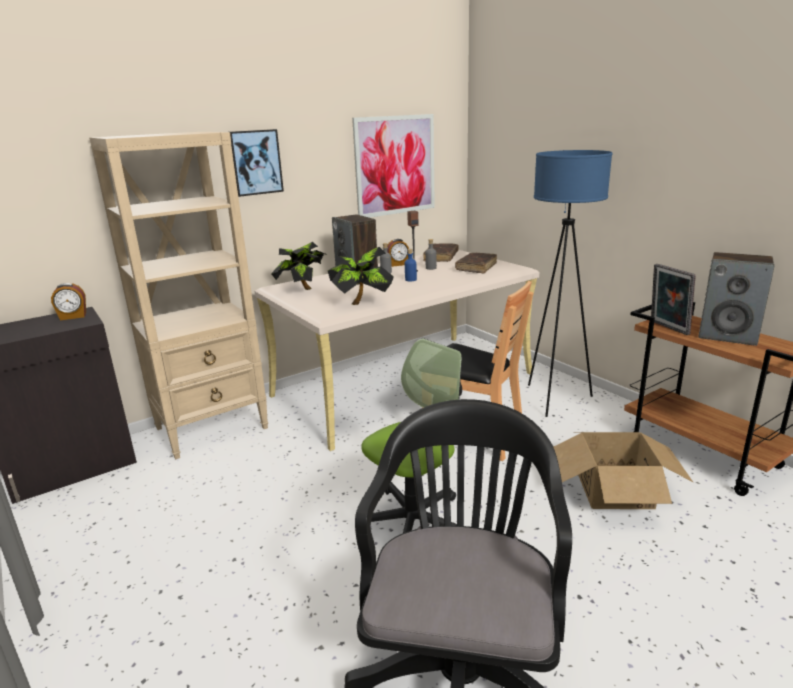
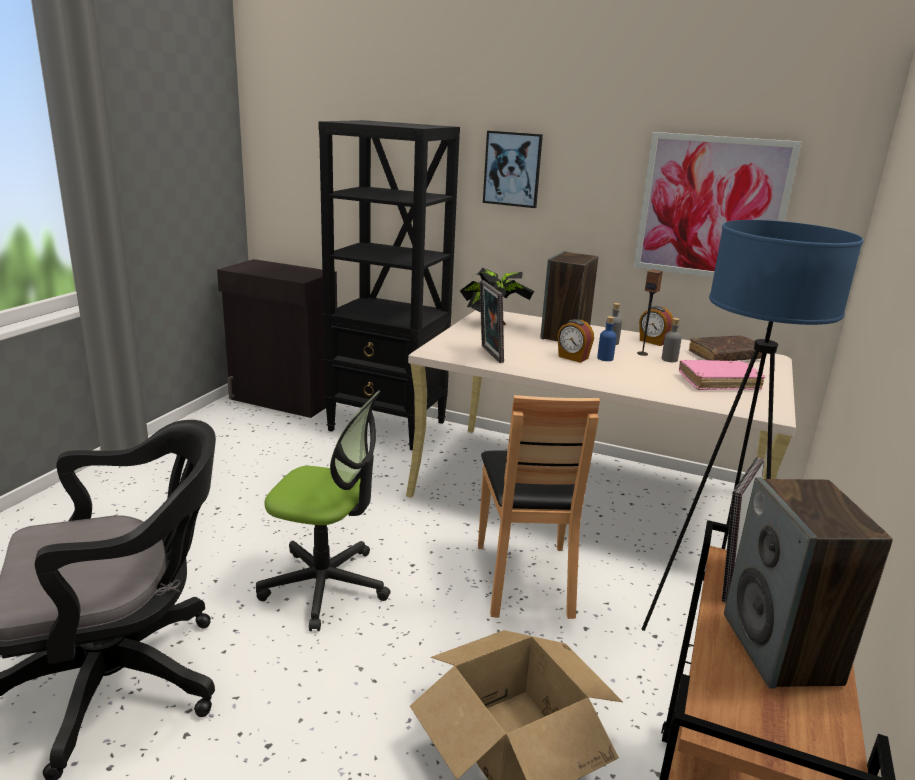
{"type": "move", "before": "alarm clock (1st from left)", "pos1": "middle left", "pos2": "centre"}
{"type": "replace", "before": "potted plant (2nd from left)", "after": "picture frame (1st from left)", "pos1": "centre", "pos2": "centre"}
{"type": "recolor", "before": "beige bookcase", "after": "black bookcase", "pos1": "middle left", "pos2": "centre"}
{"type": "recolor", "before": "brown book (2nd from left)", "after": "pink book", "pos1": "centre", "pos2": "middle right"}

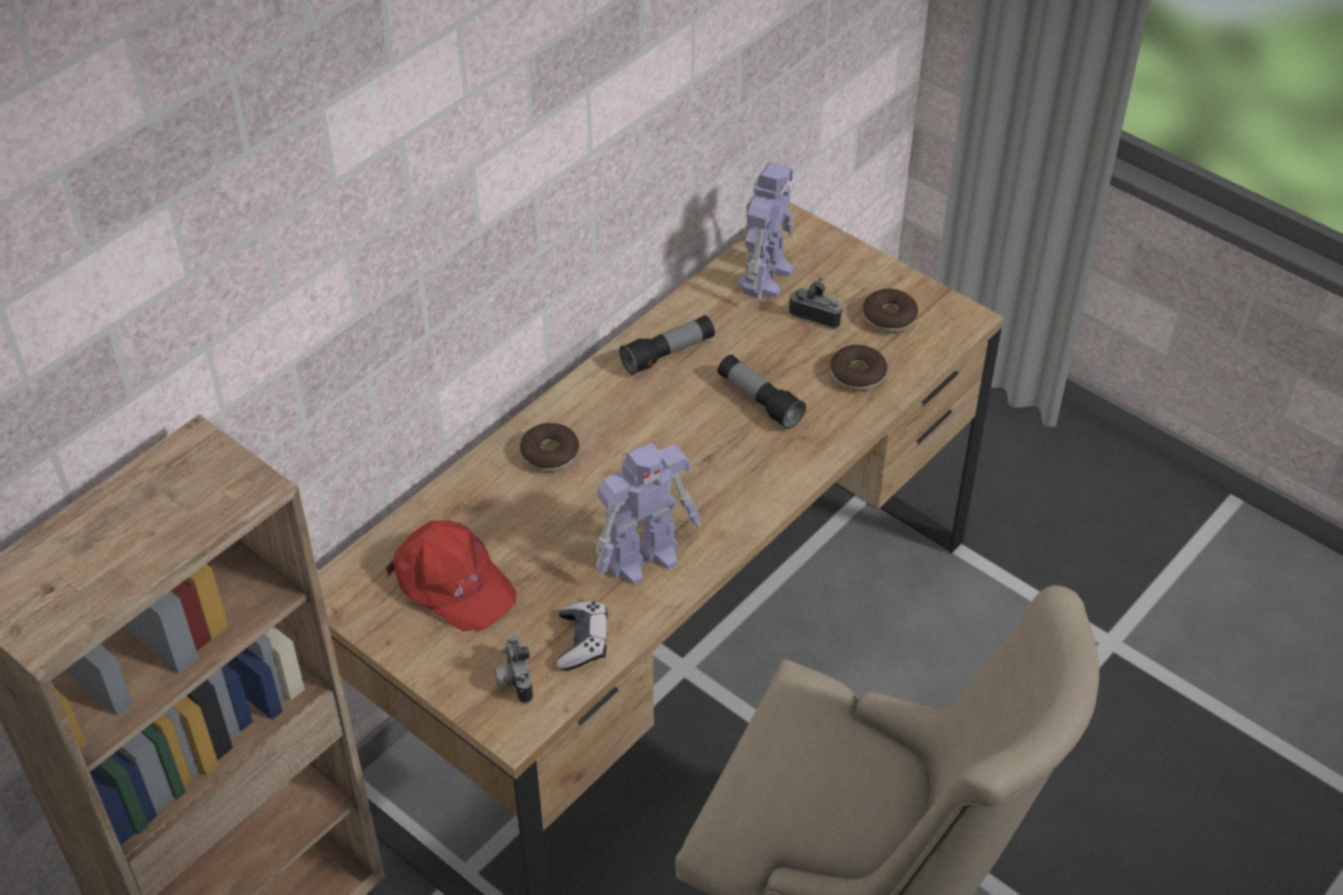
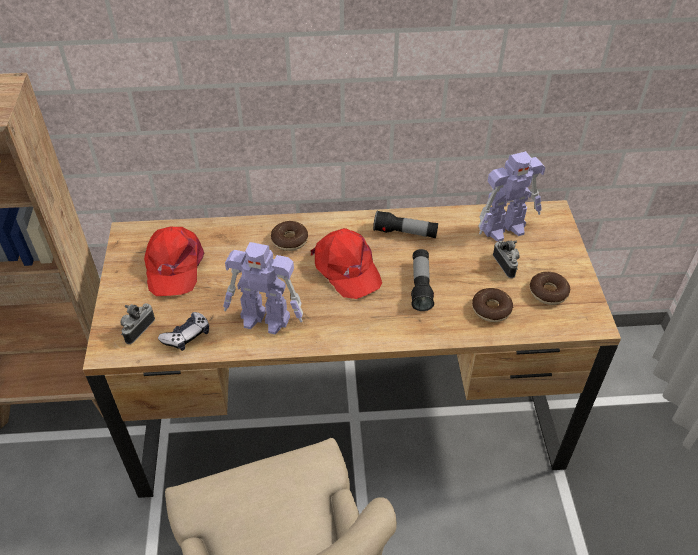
{"type": "insert", "after": "red cap (2nd from left)", "pos2": "centre"}

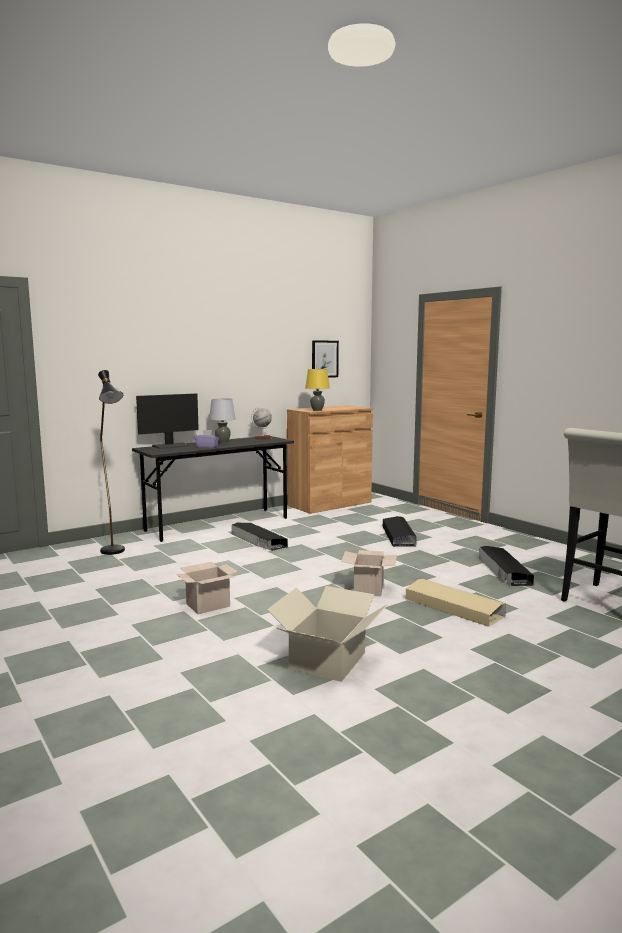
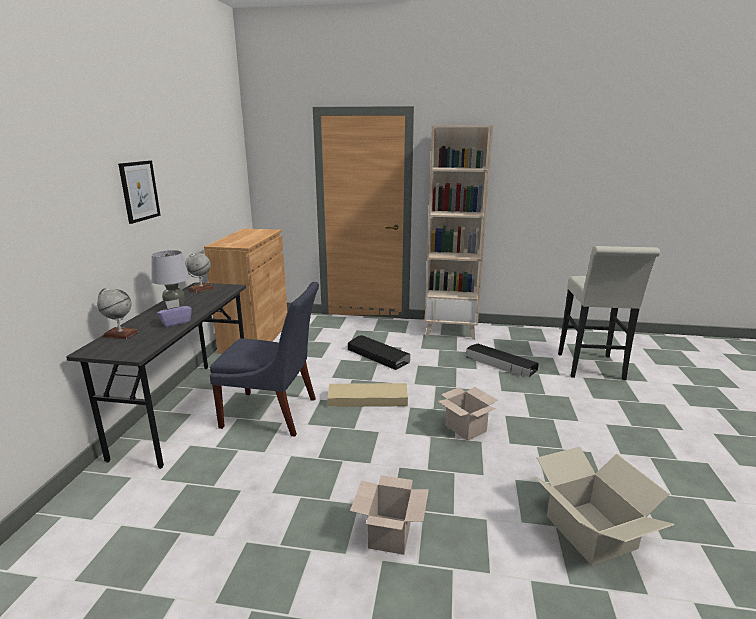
{"type": "delete", "before": "black floor lamp", "pos1": "middle left"}
{"type": "delete", "before": "yellow table lamp", "pos1": "centre"}
{"type": "insert", "after": "beige bookcase", "pos2": "centre"}
{"type": "move", "before": "picture", "pos1": "centre", "pos2": "top left"}
{"type": "move", "before": "beige storage box", "pos1": "middle right", "pos2": "centre"}
{"type": "replace", "before": "monitor", "after": "globe (1st from left)", "pos1": "middle left", "pos2": "middle left"}
{"type": "replace", "before": "black storage box (1st from left)", "after": "blue chair", "pos1": "centre", "pos2": "centre"}

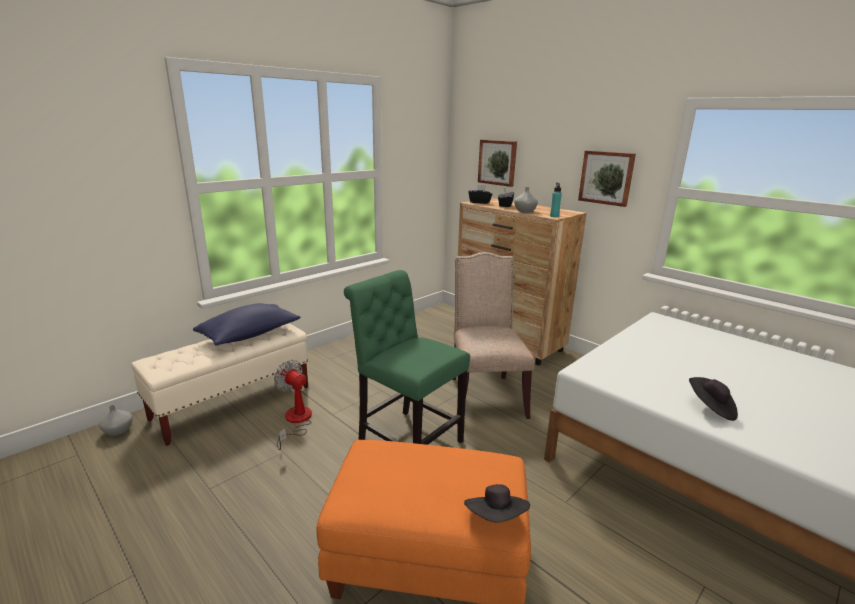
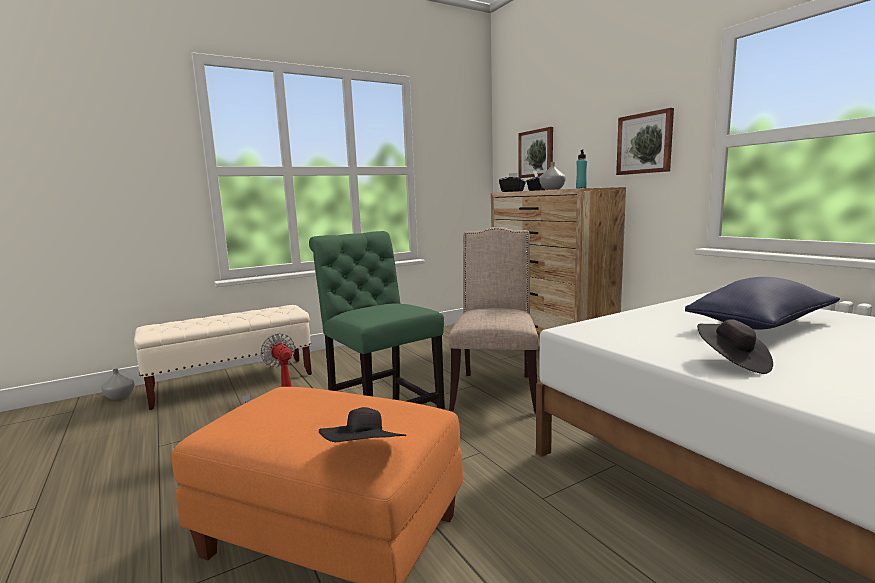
{"type": "move", "before": "blue pillow", "pos1": "middle left", "pos2": "middle right"}

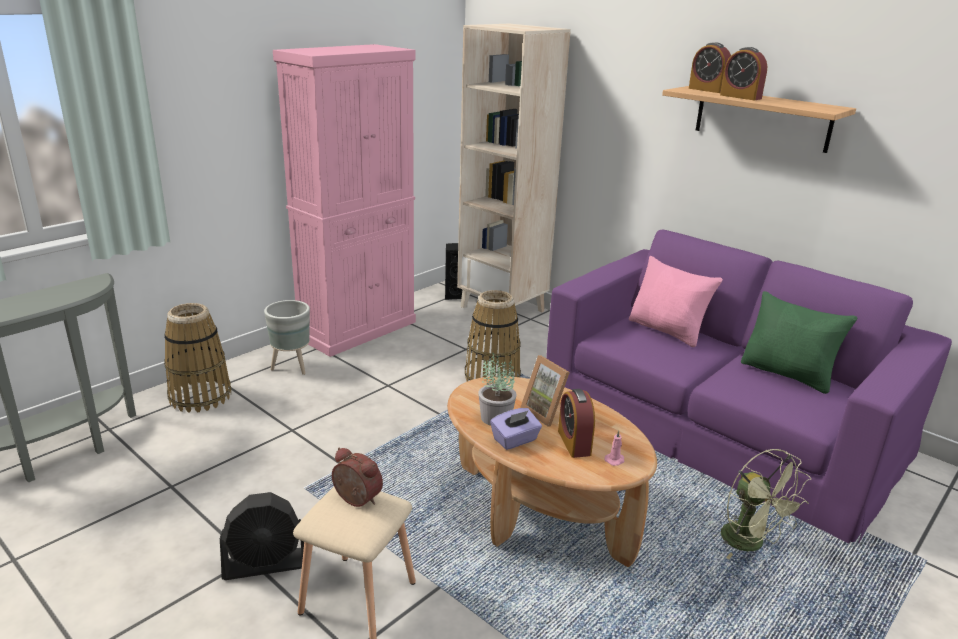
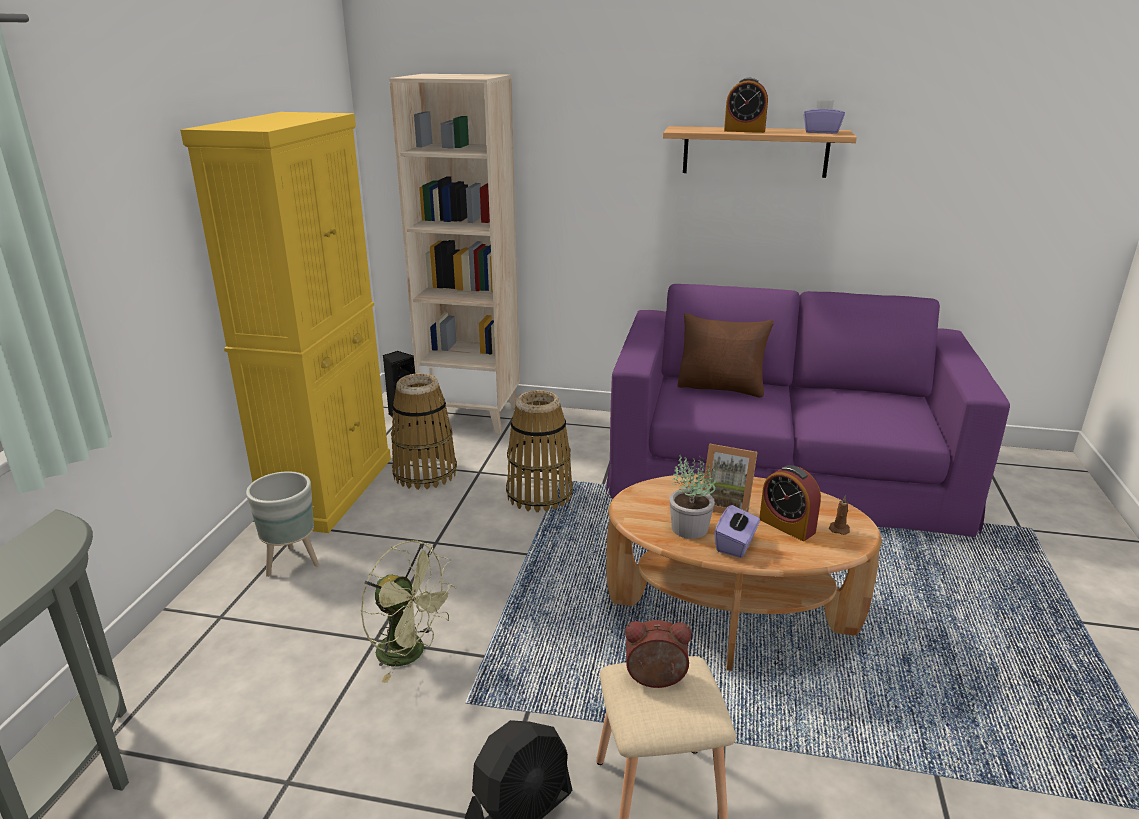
{"type": "delete", "before": "alarm clock (3rd from left)", "pos1": "top right"}
{"type": "delete", "before": "green pillow", "pos1": "middle right"}
{"type": "insert", "after": "purple tissue box (2nd from left)", "pos2": "top right"}
{"type": "move", "before": "basket (1st from left)", "pos1": "middle left", "pos2": "centre"}
{"type": "move", "before": "green fan", "pos1": "bottom right", "pos2": "bottom centre"}
{"type": "recolor", "before": "pink cabinet", "after": "yellow cabinet", "pos1": "top centre", "pos2": "middle left"}
{"type": "recolor", "before": "pink candle", "after": "brown candle", "pos1": "bottom centre", "pos2": "middle right"}
{"type": "recolor", "before": "pink pillow", "after": "brown pillow", "pos1": "middle right", "pos2": "centre"}

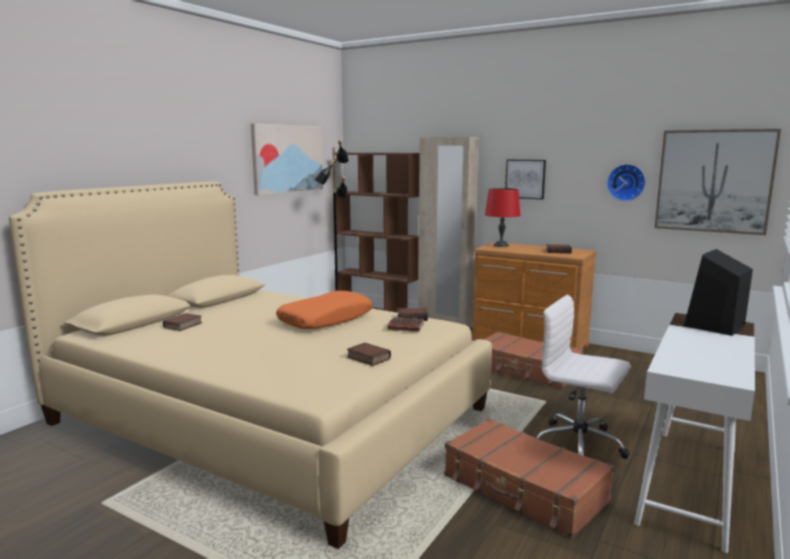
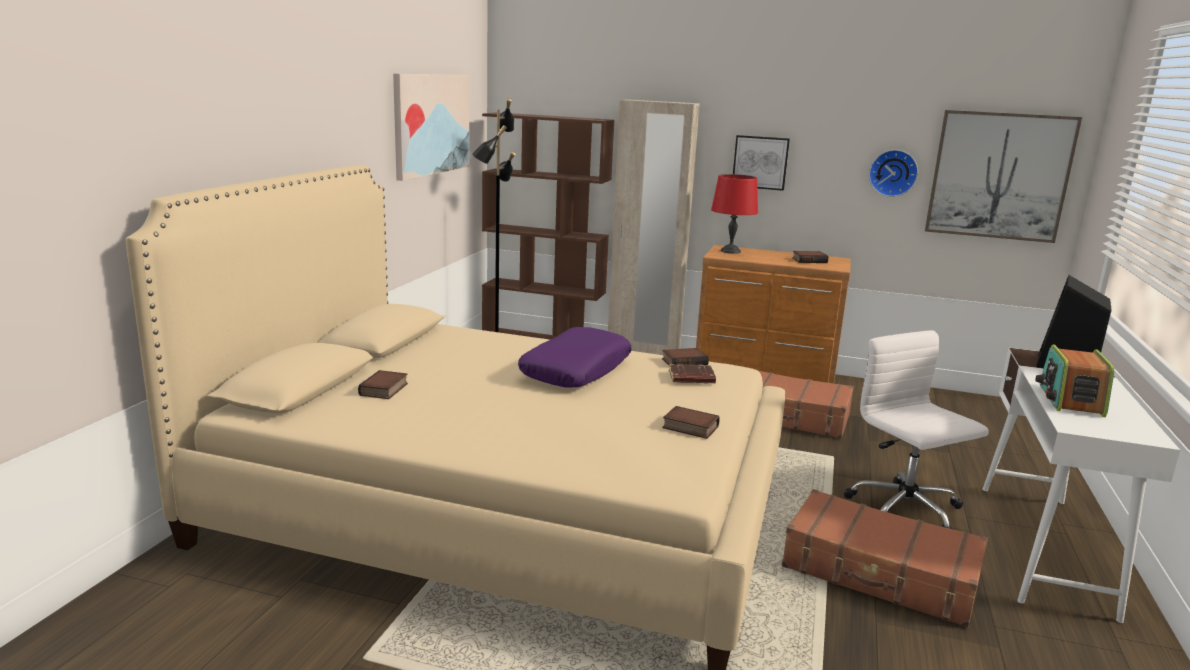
{"type": "insert", "after": "radio", "pos2": "middle right"}
{"type": "recolor", "before": "orange pillow", "after": "purple pillow", "pos1": "centre", "pos2": "centre"}
{"type": "rotate", "before": "white office chair", "pos1": "bottom right", "pos2": "middle right", "turn": 45}

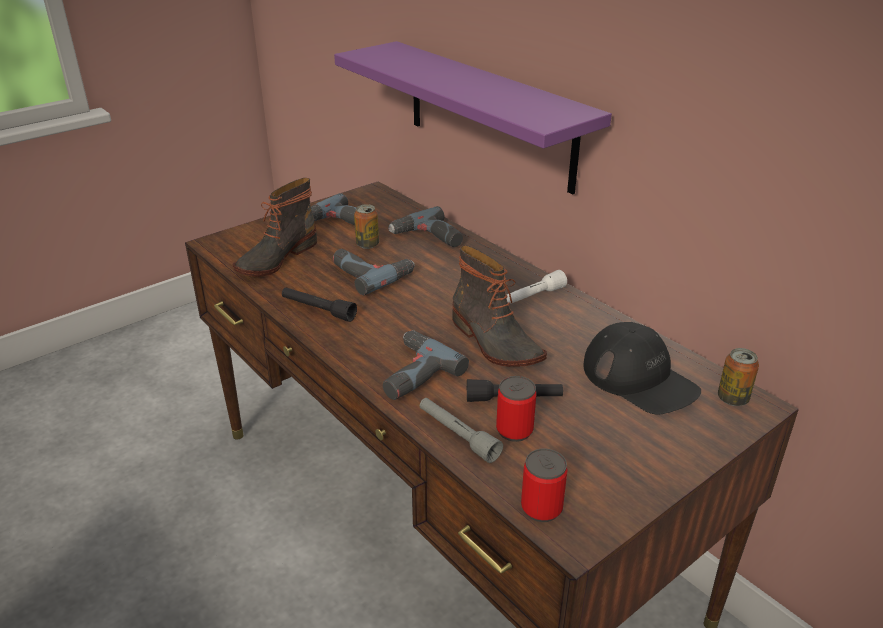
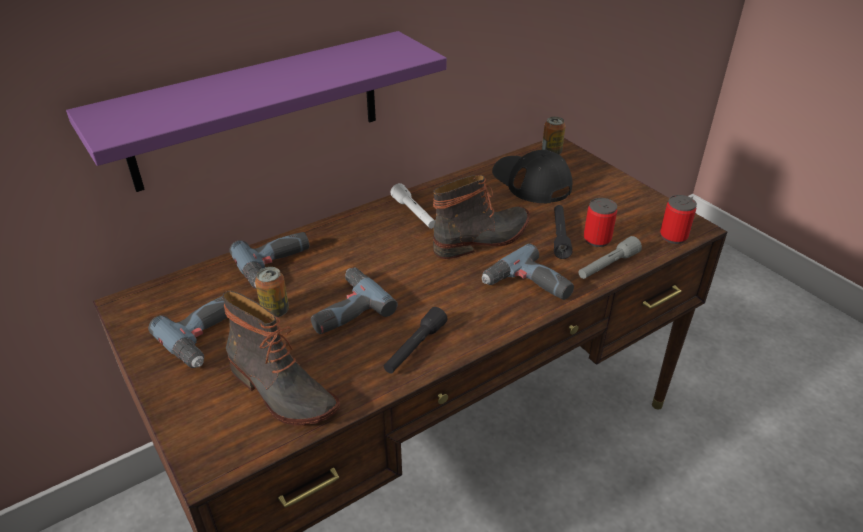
{"type": "rotate", "before": "black cap", "pos1": "middle right", "pos2": "top centre", "turn": -90}

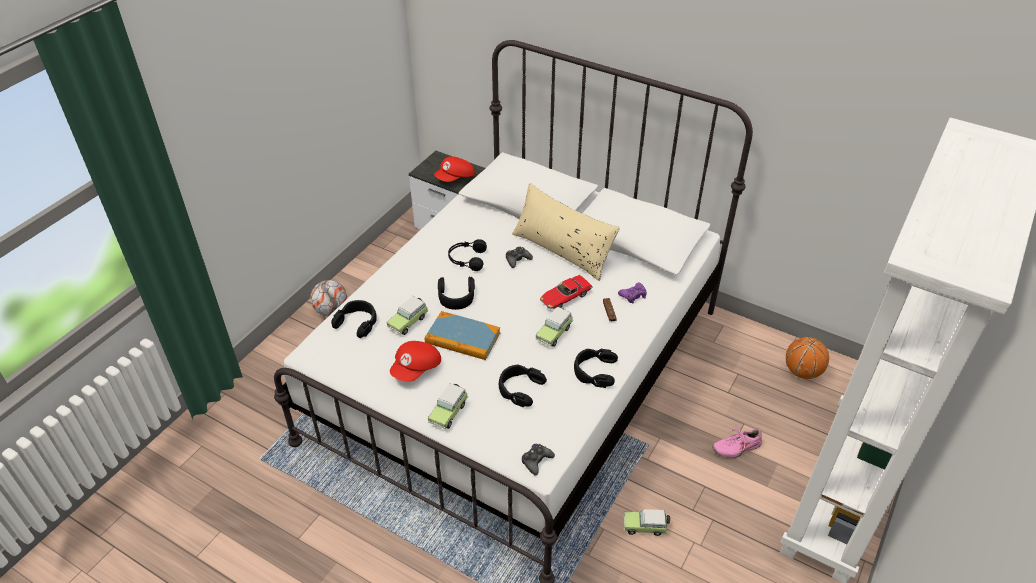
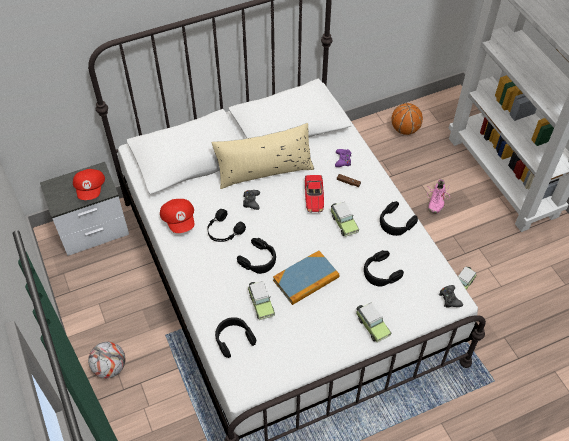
{"type": "move", "before": "red cap (1st from left in the first image)", "after": "red cap (2nd from left)", "pos1": "centre", "pos2": "middle left"}

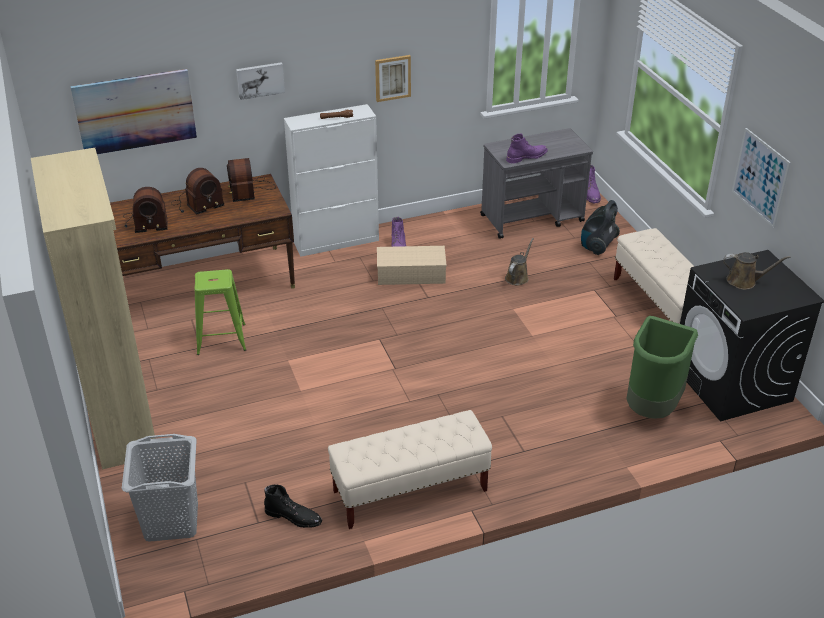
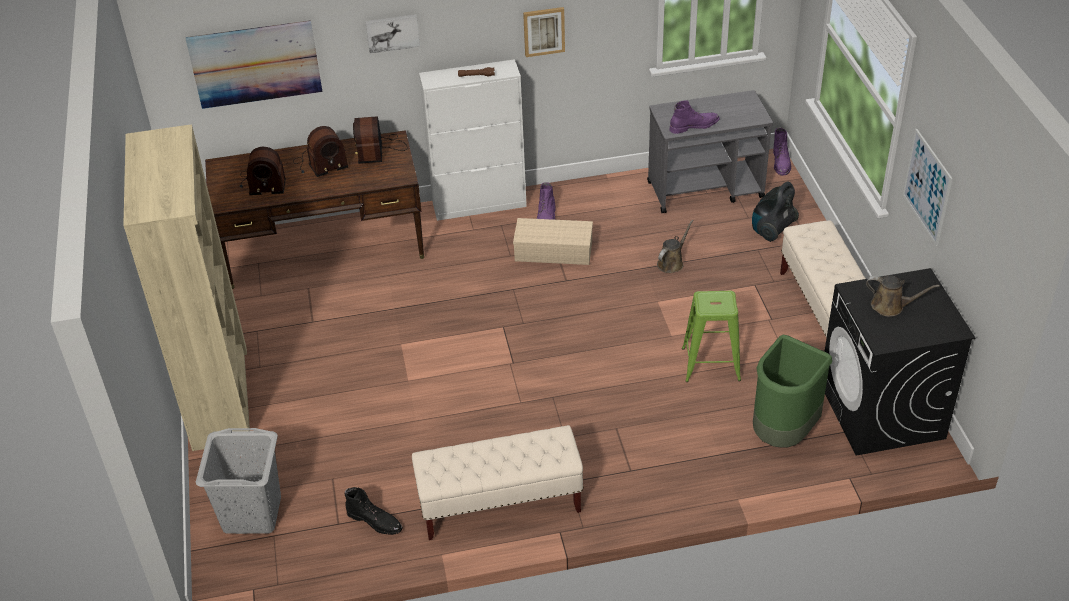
{"type": "move", "before": "green stool", "pos1": "middle left", "pos2": "centre"}

